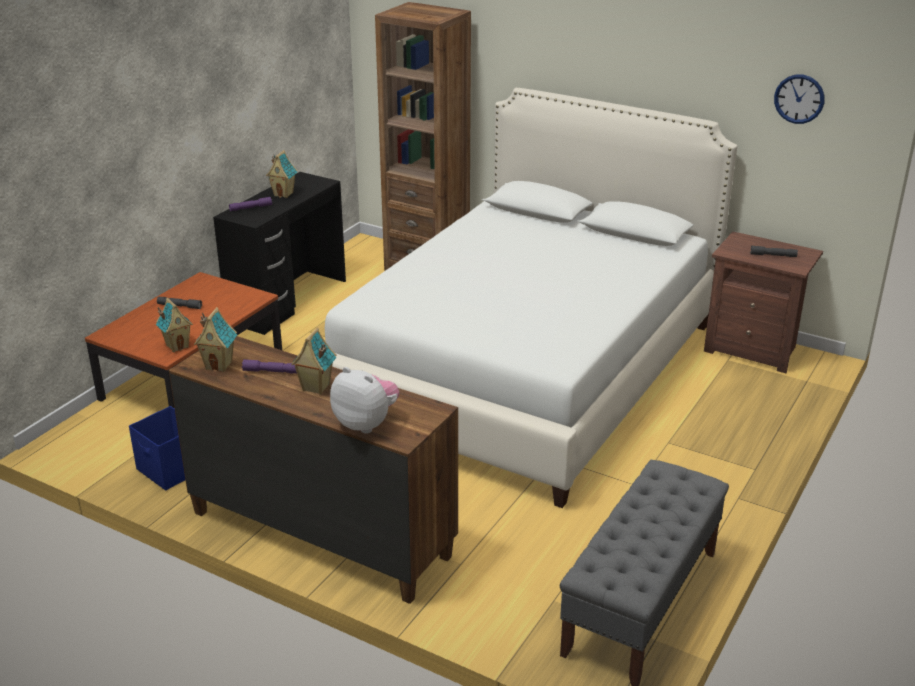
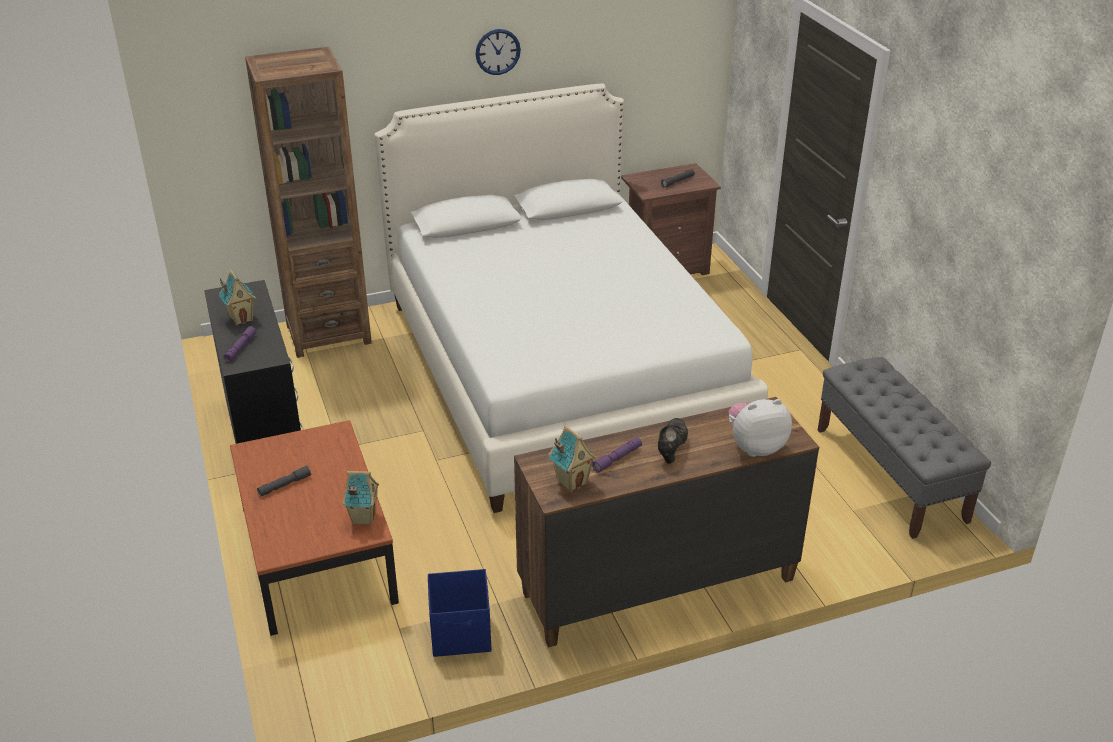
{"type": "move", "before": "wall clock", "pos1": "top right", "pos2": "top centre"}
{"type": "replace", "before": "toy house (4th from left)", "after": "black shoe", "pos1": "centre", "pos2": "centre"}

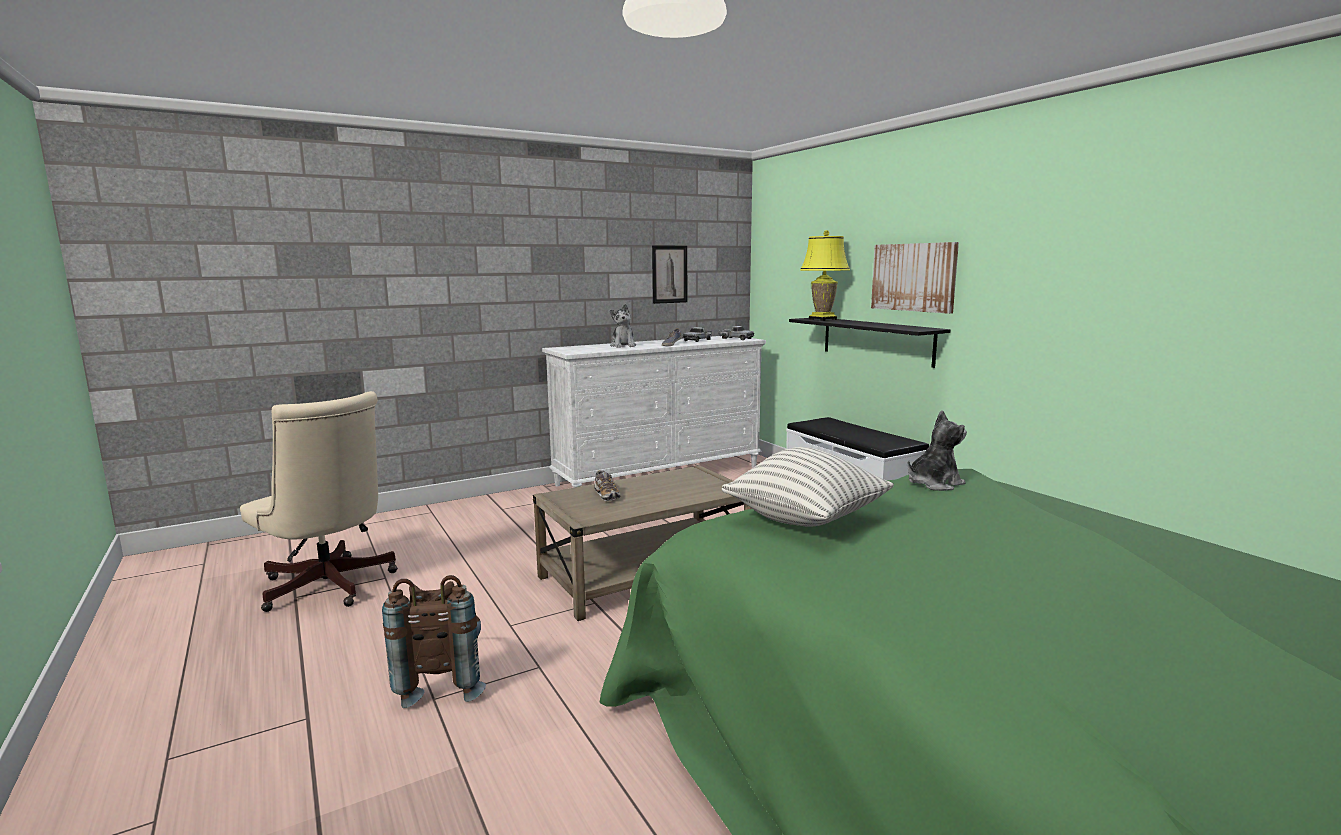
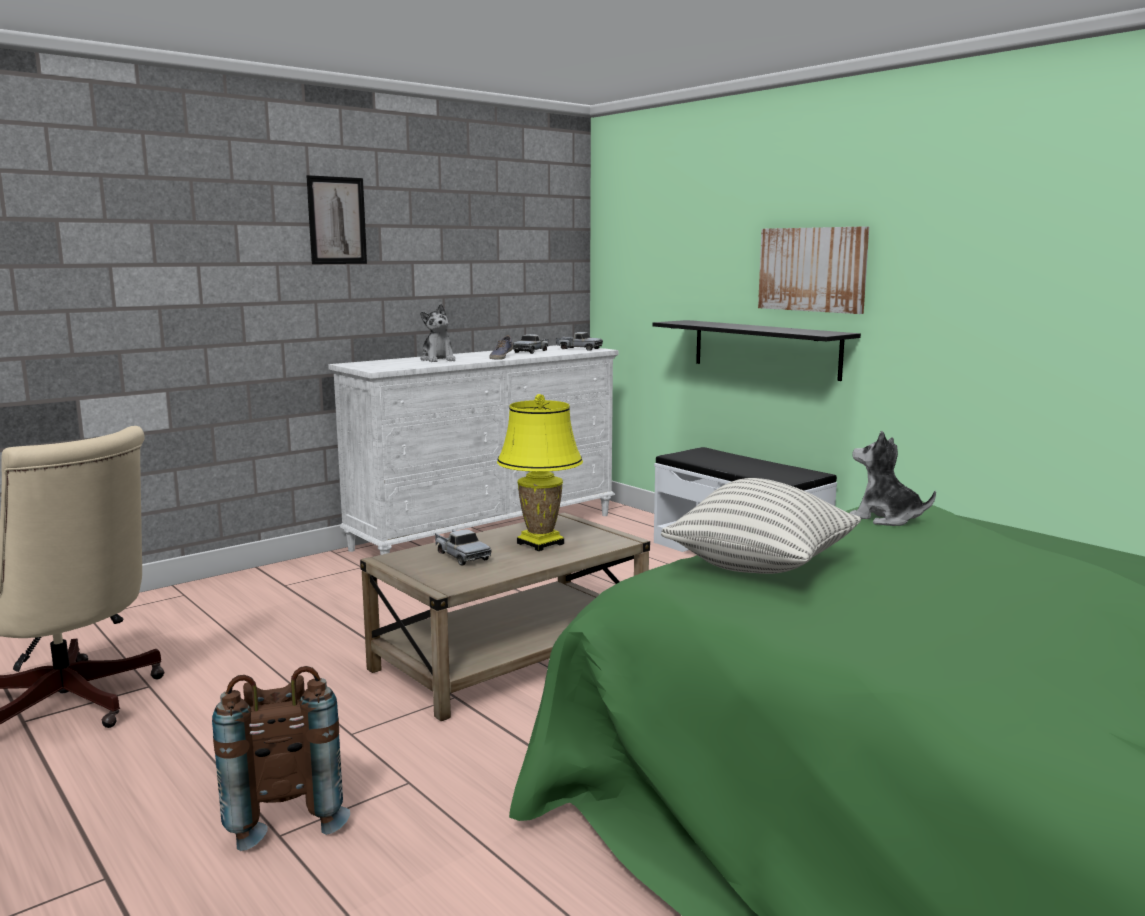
{"type": "move", "before": "picture (1st from left)", "pos1": "top centre", "pos2": "top left"}
{"type": "move", "before": "yellow table lamp", "pos1": "top centre", "pos2": "centre"}
{"type": "replace", "before": "shoe (1st from left)", "after": "toy truck (1st from left)", "pos1": "centre", "pos2": "centre"}
{"type": "rotate", "before": "plush toy (2nd from left)", "pos1": "middle right", "pos2": "middle right", "turn": -105}

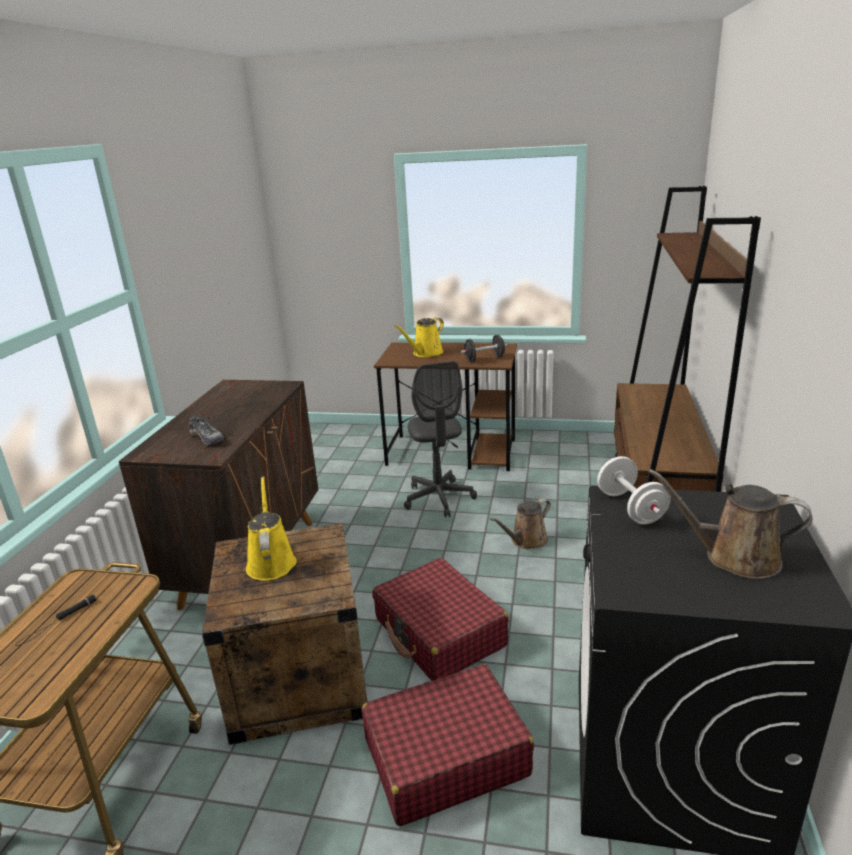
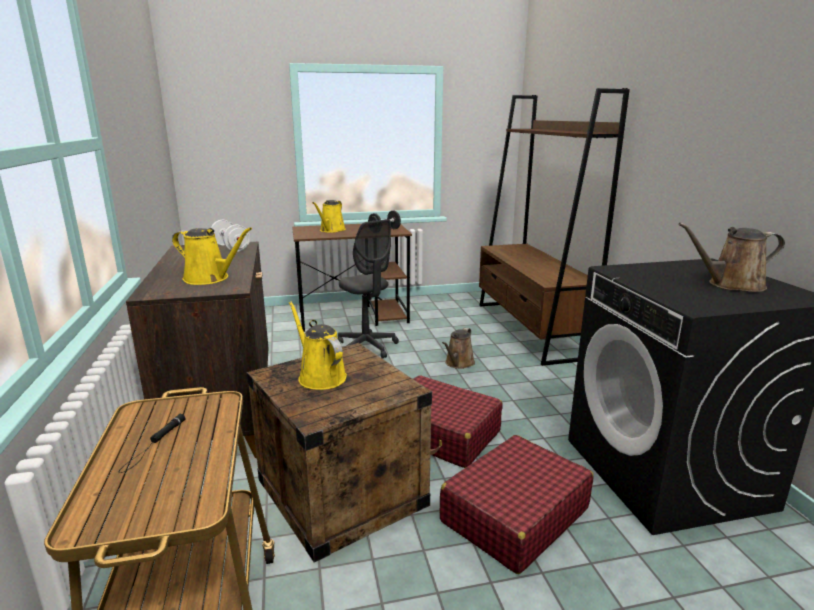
{"type": "move", "before": "white dumbbell", "pos1": "middle right", "pos2": "middle left"}
{"type": "replace", "before": "shoe", "after": "yellow watering can (1st from left)", "pos1": "middle left", "pos2": "middle left"}

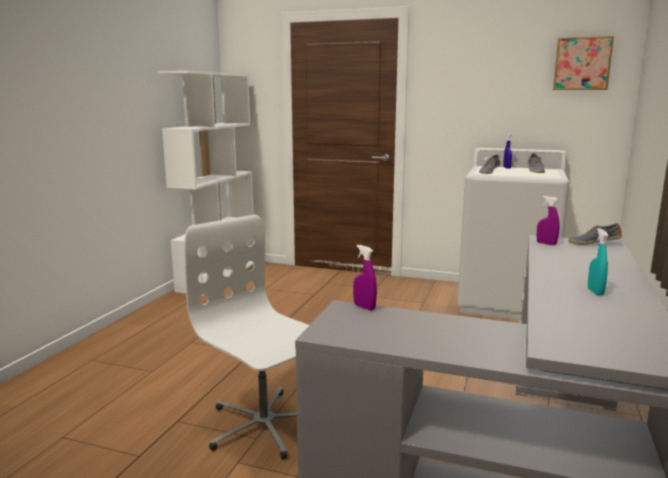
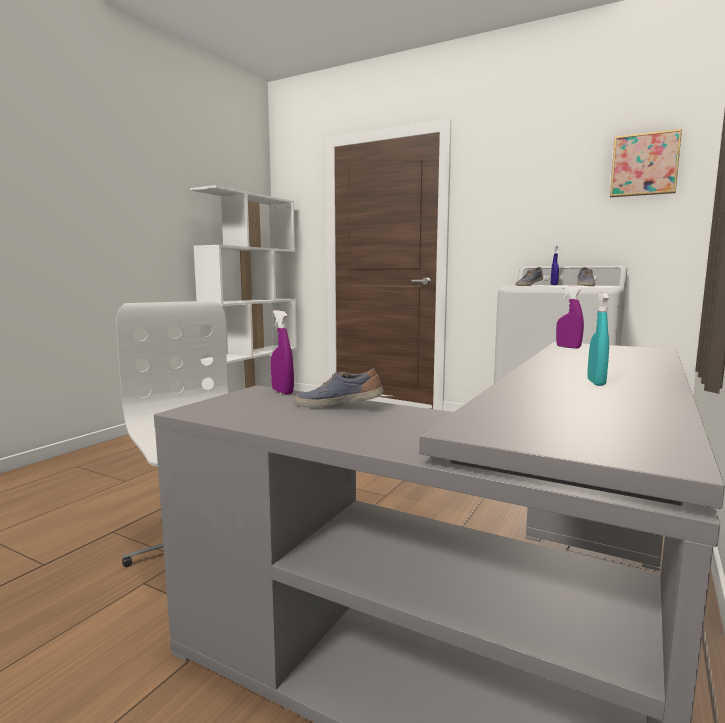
{"type": "move", "before": "shoe (3rd from left in the first image)", "after": "shoe (1st from left)", "pos1": "middle right", "pos2": "centre"}

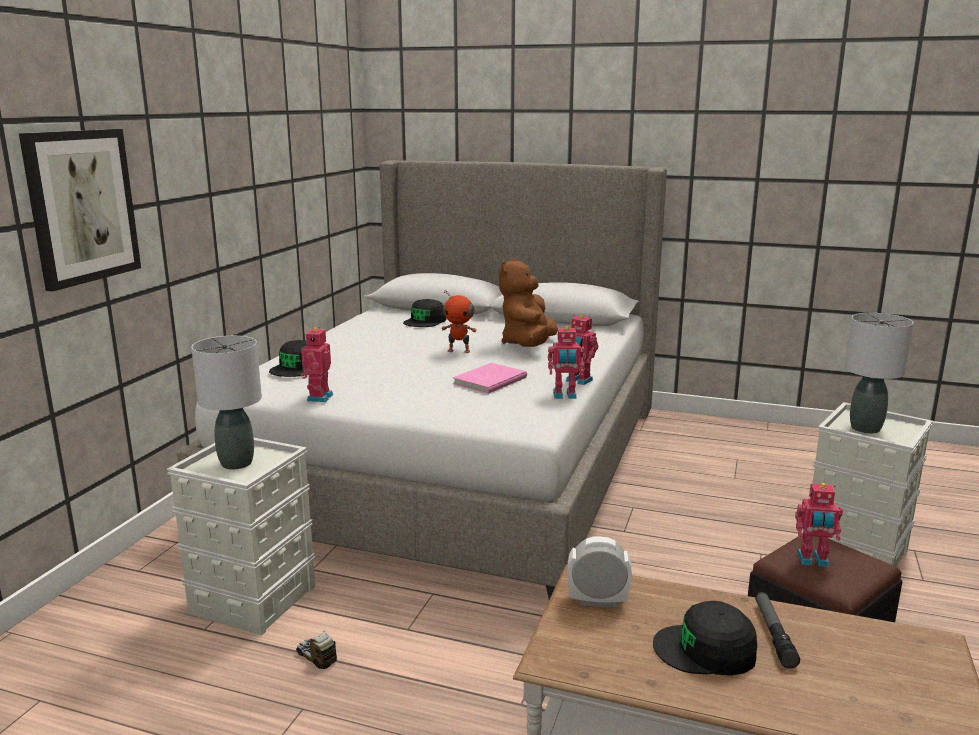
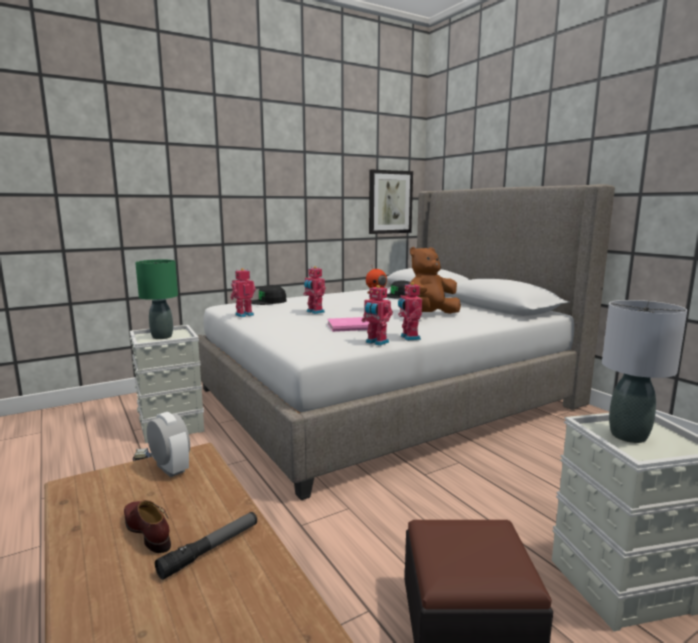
{"type": "move", "before": "picture", "pos1": "top left", "pos2": "top centre"}
{"type": "move", "before": "toy robot (5th from left in the first image)", "after": "toy robot (2nd from left)", "pos1": "bottom right", "pos2": "centre"}
{"type": "replace", "before": "black cap (3rd from left)", "after": "brown shoe", "pos1": "bottom right", "pos2": "bottom left"}
{"type": "recolor", "before": "grey table lamp (1st from left)", "after": "green table lamp", "pos1": "middle left", "pos2": "middle left"}

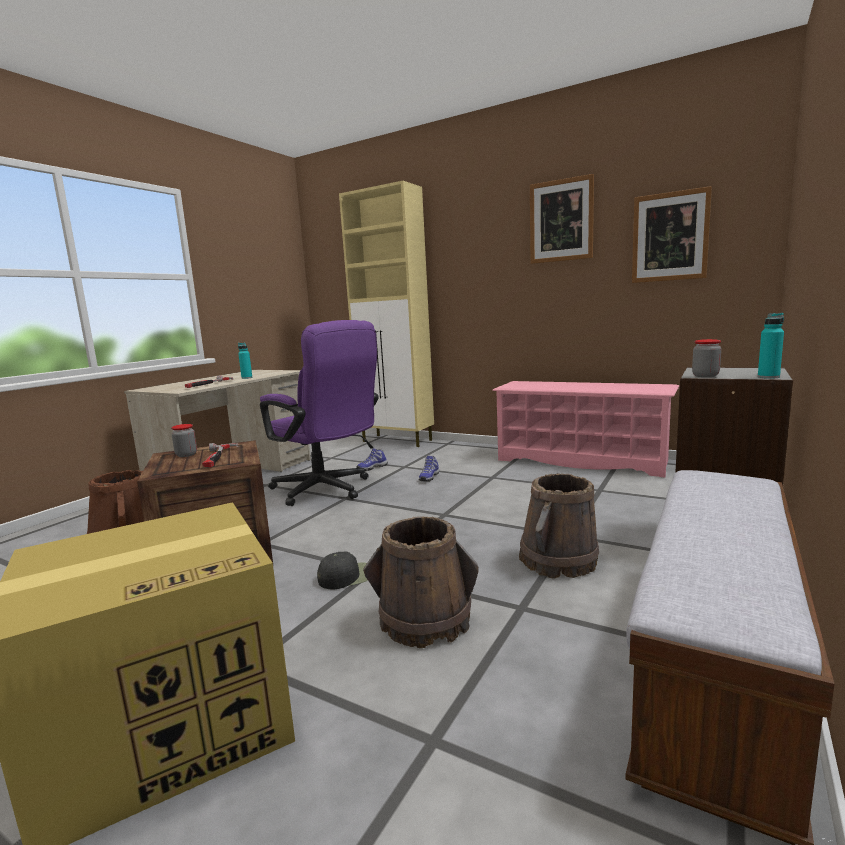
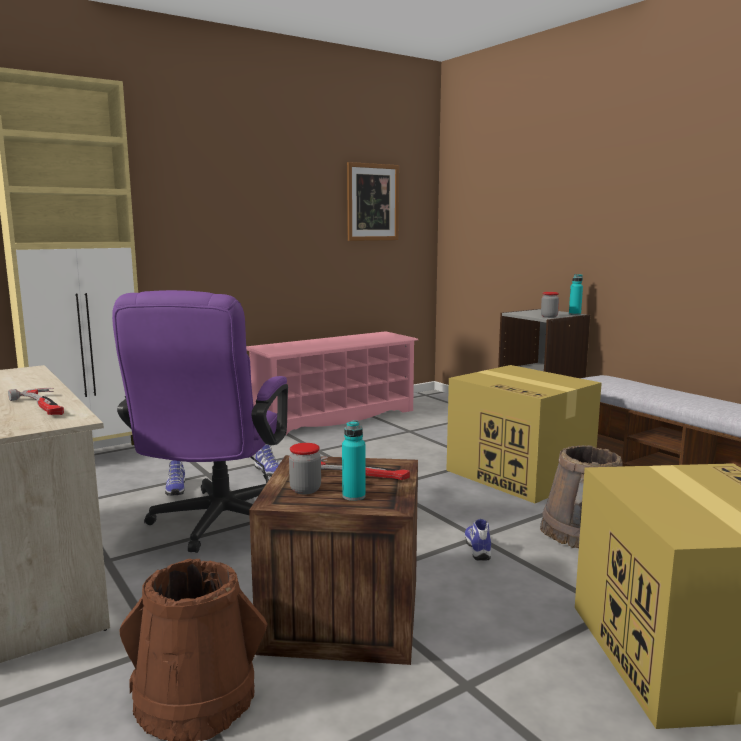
{"type": "delete", "before": "picture (1st from left)", "pos1": "top centre"}
{"type": "move", "before": "turquoise bottle (1st from left)", "pos1": "middle left", "pos2": "centre"}
{"type": "replace", "before": "black cap", "after": "shoe (3rd from left)", "pos1": "bottom centre", "pos2": "bottom centre"}
{"type": "replace", "before": "brown bucket (3rd from left)", "after": "cardboard box (1st from left)", "pos1": "centre", "pos2": "middle right"}
{"type": "rotate", "before": "purple office chair", "pos1": "centre", "pos2": "middle left", "turn": 120}

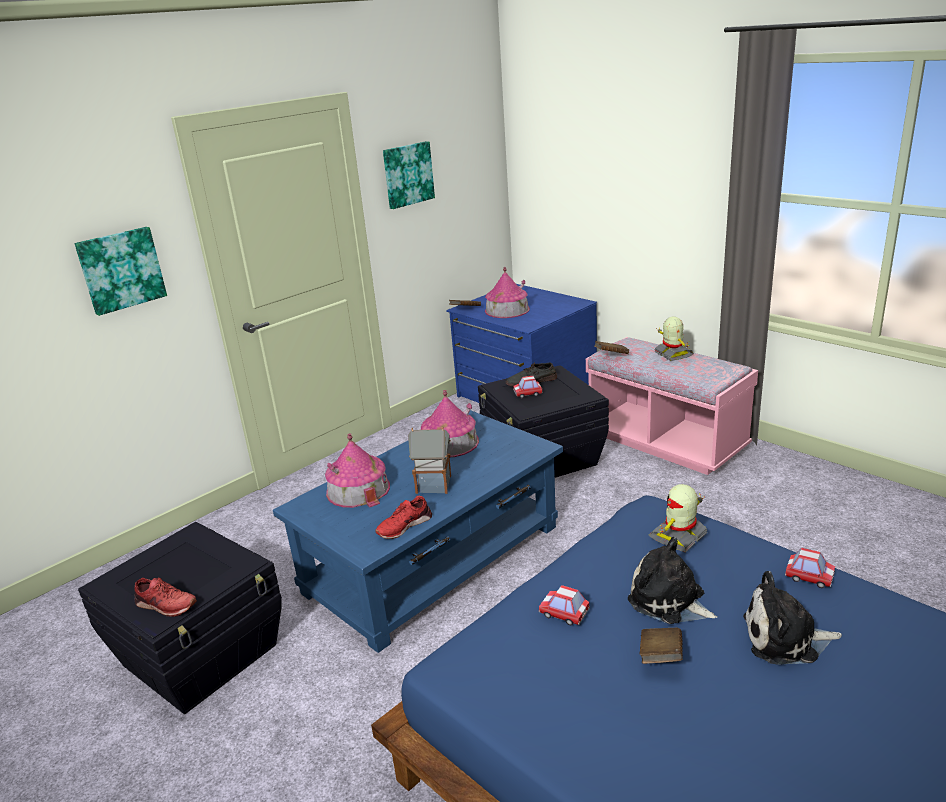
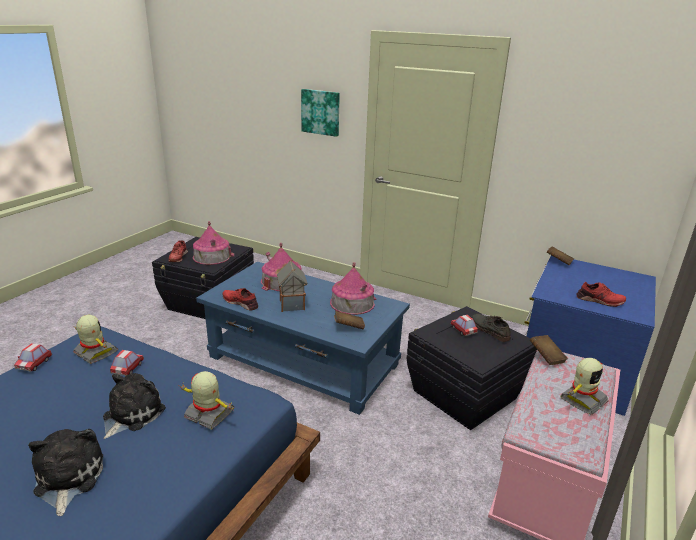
{"type": "delete", "before": "picture (2nd from left)", "pos1": "top centre"}
{"type": "insert", "after": "toy robot (1st from left)", "pos2": "middle left"}
{"type": "insert", "after": "red shoe (3rd from left)", "pos2": "middle right"}
{"type": "move", "before": "toy house (4th from left in the first image)", "after": "toy house (1st from left)", "pos1": "centre", "pos2": "middle left"}
{"type": "move", "before": "brown book (3rd from left in the first image)", "after": "brown book (1st from left)", "pos1": "bottom right", "pos2": "centre"}
{"type": "move", "before": "toy car (3rd from left in the first image)", "after": "toy car (1st from left)", "pos1": "bottom right", "pos2": "middle left"}

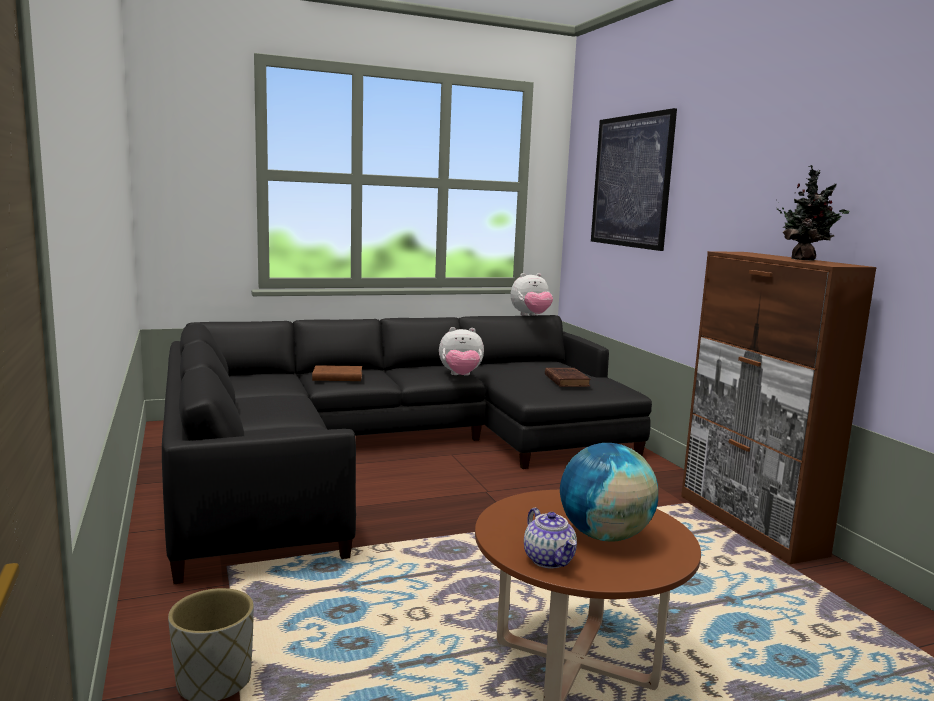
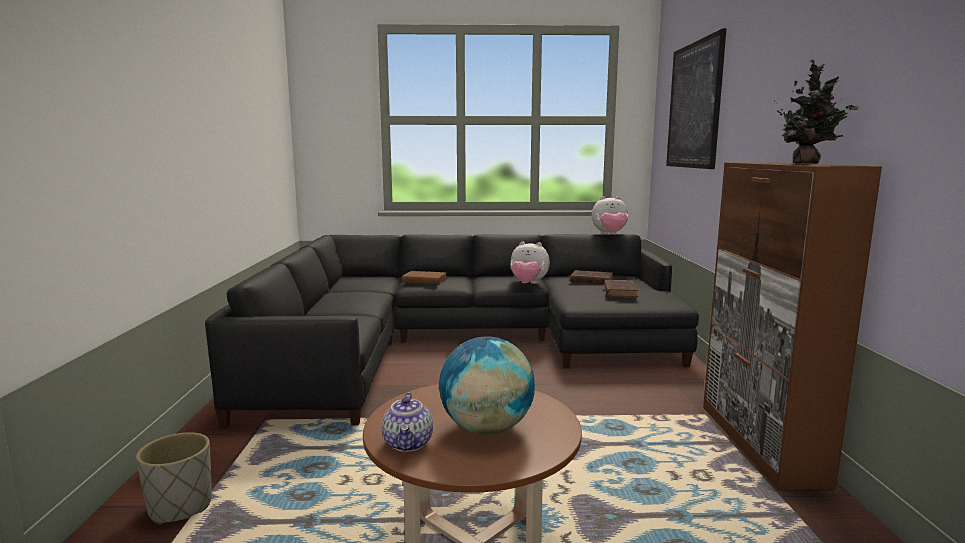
{"type": "insert", "after": "brown book (2nd from left)", "pos2": "centre"}

